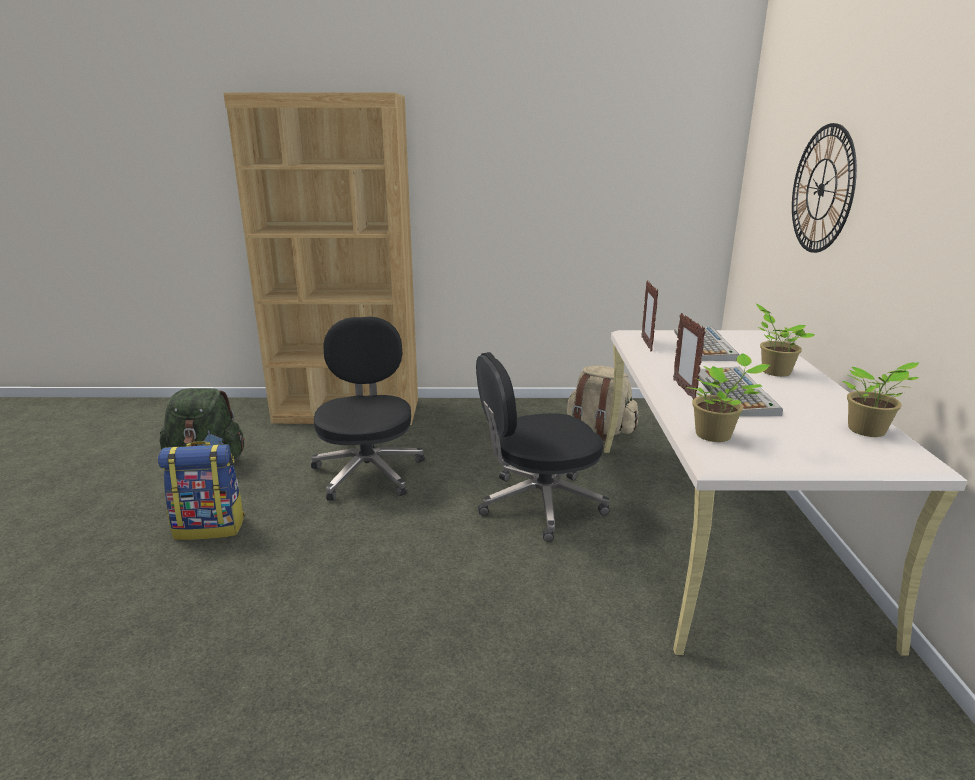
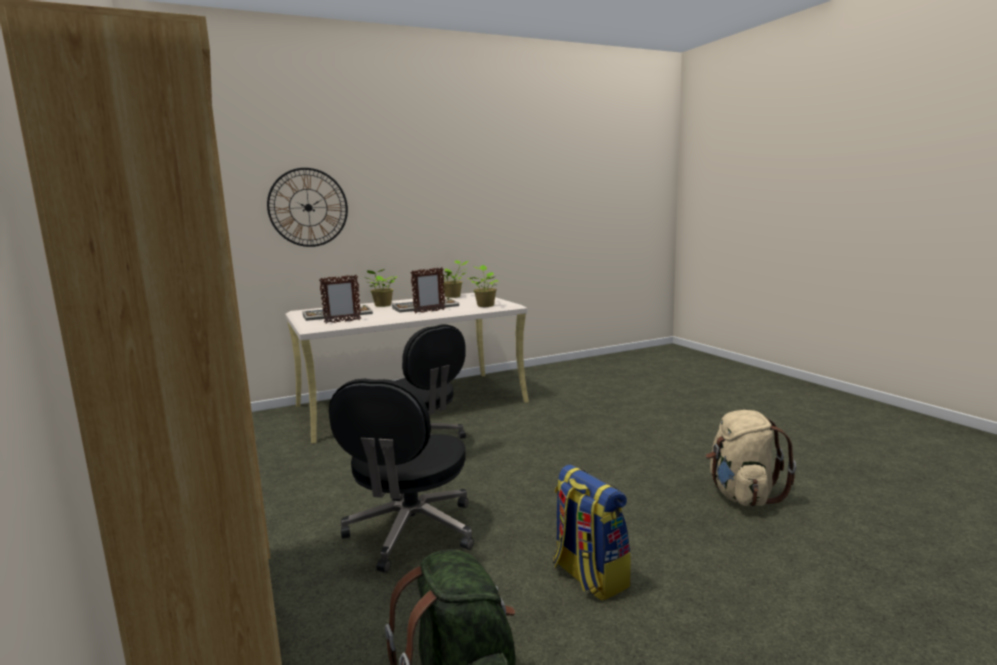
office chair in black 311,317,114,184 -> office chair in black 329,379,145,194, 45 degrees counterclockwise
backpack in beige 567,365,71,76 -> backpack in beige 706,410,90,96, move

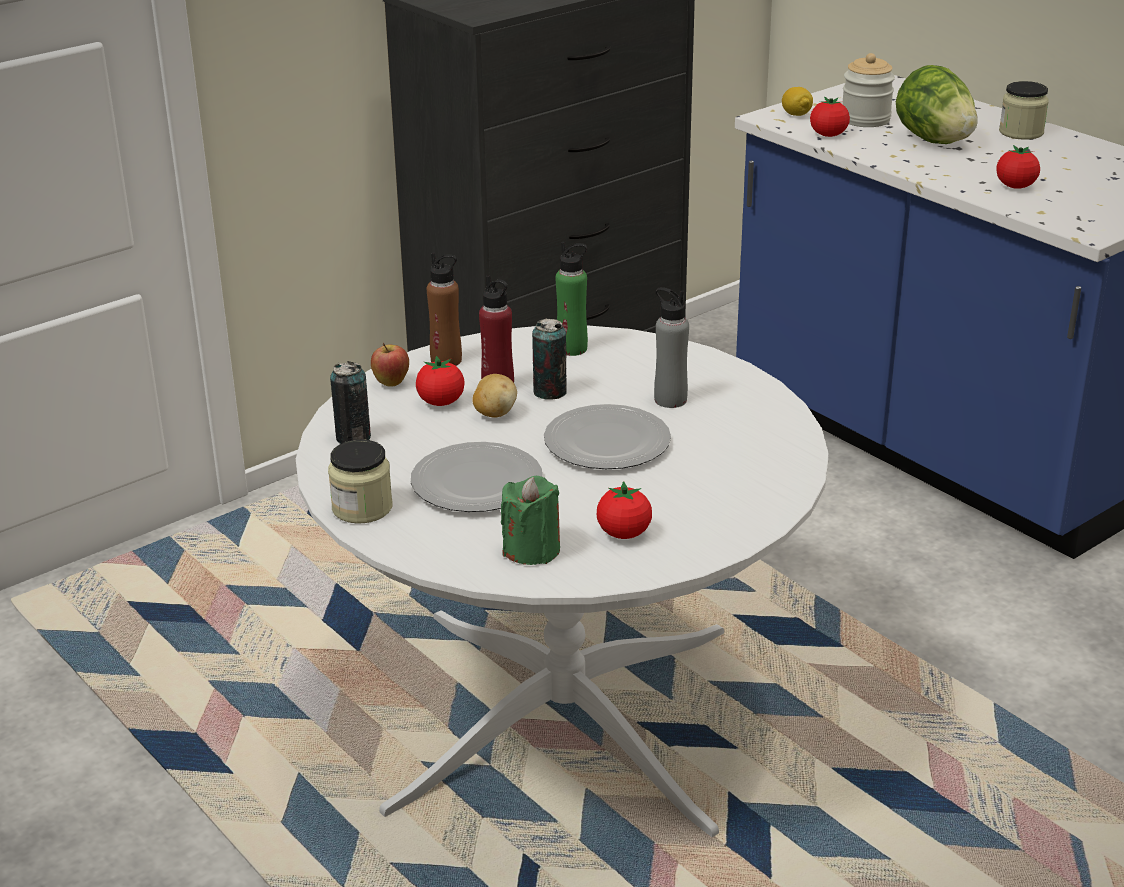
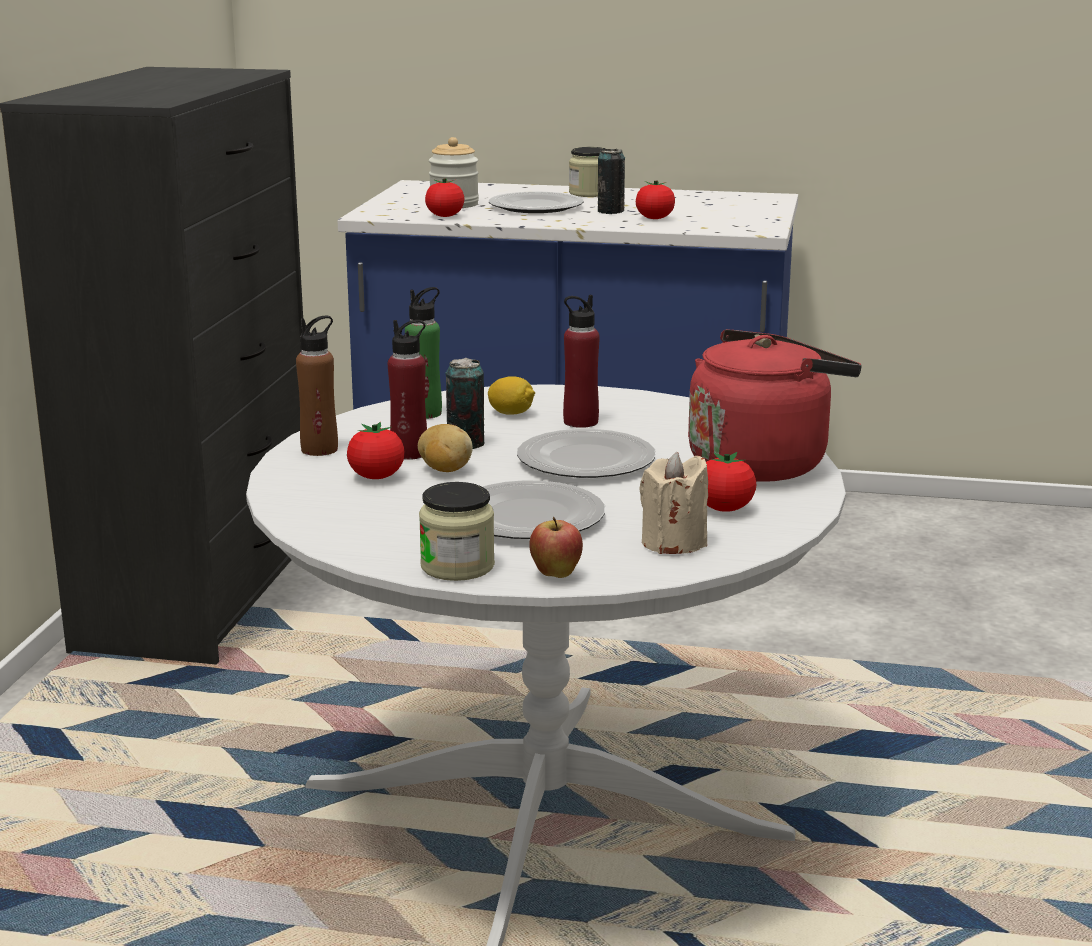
can 330,361,41,83 -> can 598,149,27,65, move
apple 371,343,38,44 -> apple 529,517,54,61, move
candle in green 501,476,59,89 -> candle in beige 639,452,69,102
bottle in grey 654,287,35,121 -> bottle in red 563,295,37,133
lemon 782,87,31,29 -> lemon 488,376,47,39, move
lettuce 896,65,82,79 -> plate 489,191,95,22
none -> kettle in red 688,329,174,153

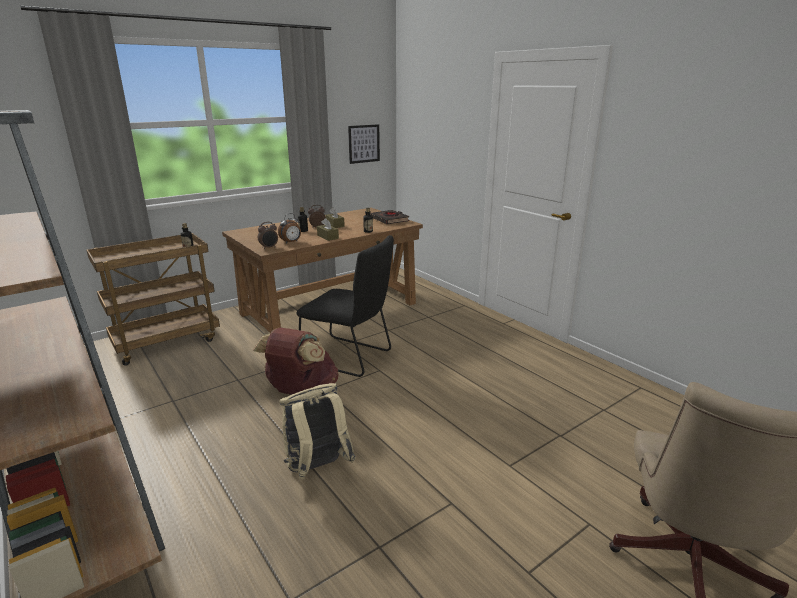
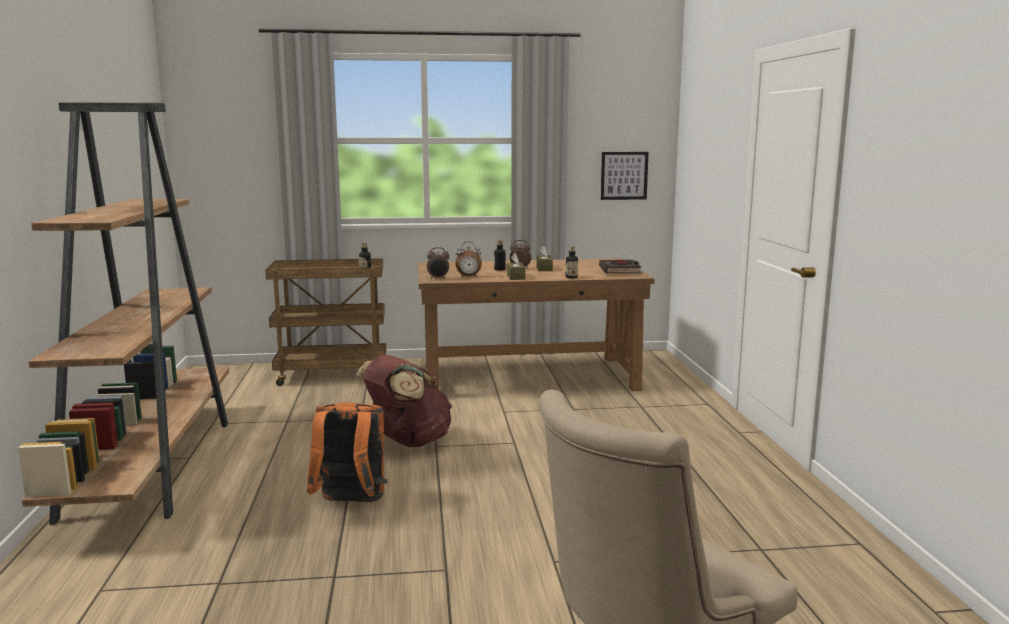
backpack in beige 279,383,77,96 -> backpack in orange 307,402,80,100
chair in black 297,235,97,142 -> none

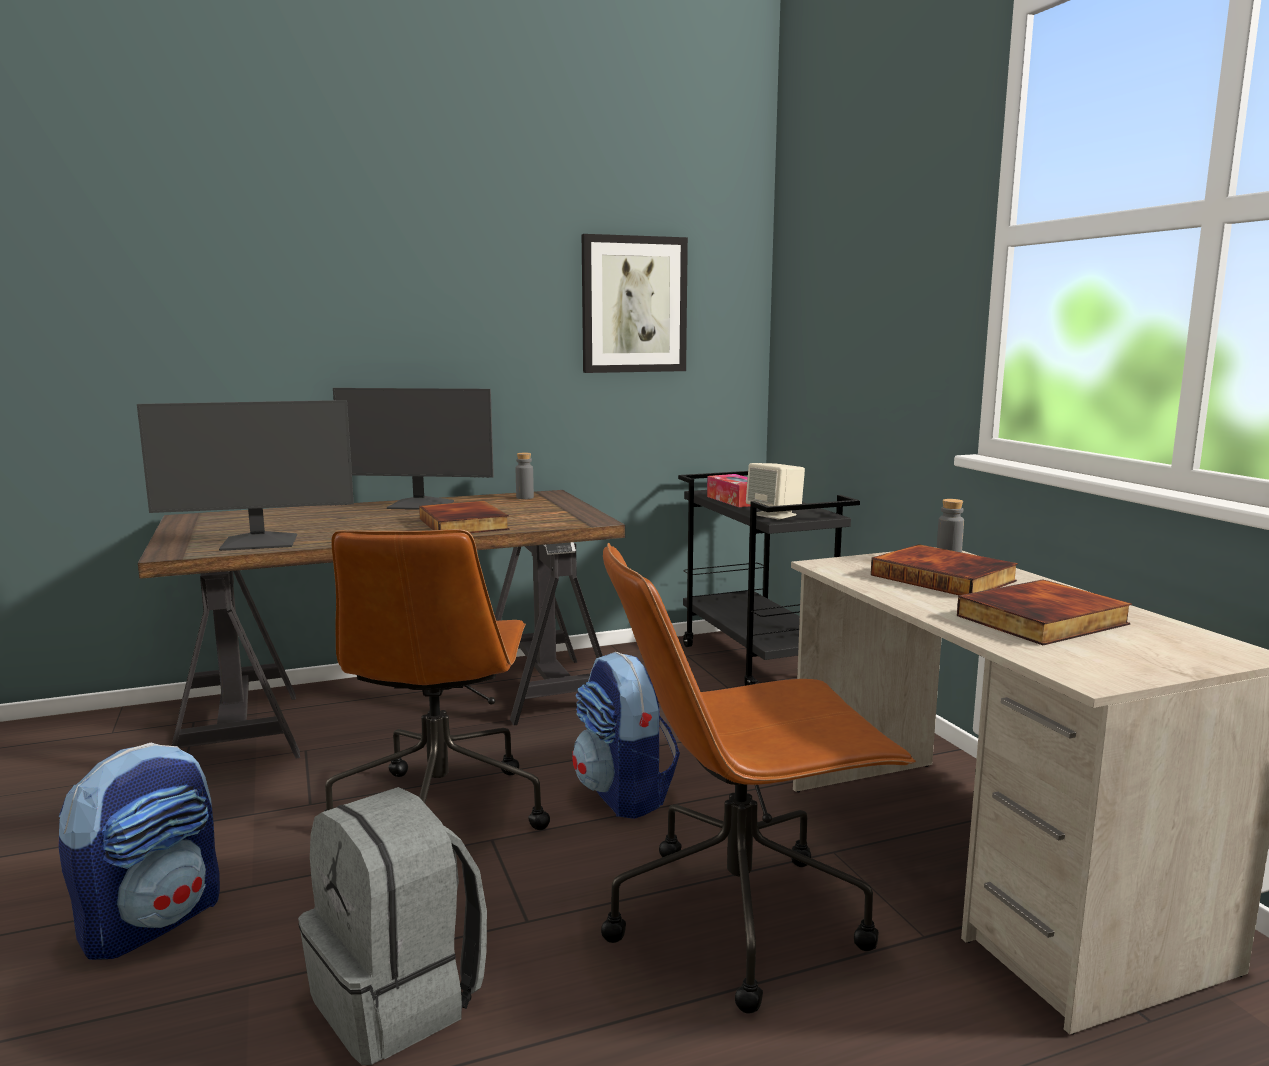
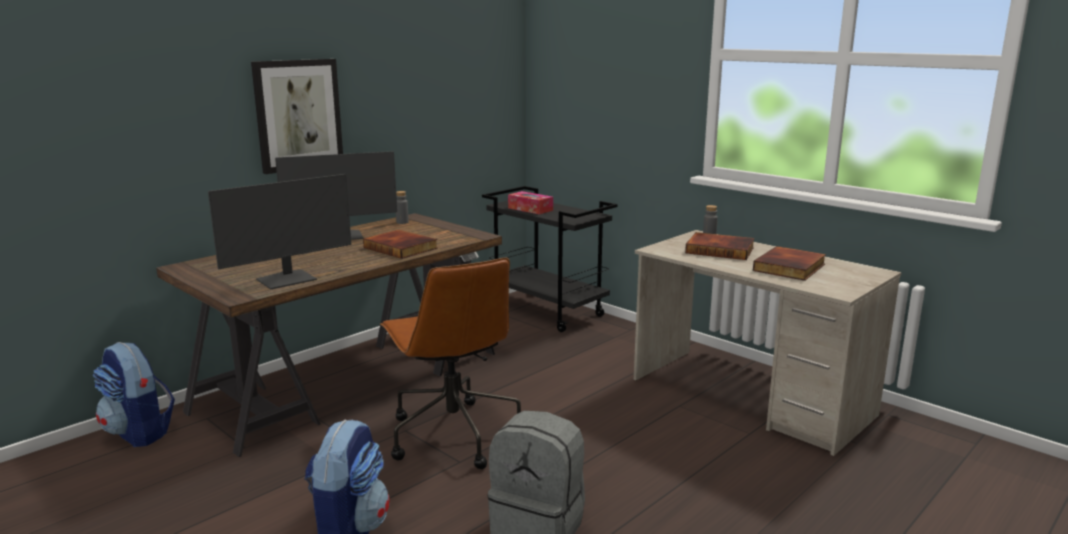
backpack 572,652,108,167 -> backpack 93,342,82,105, move
picture 582,234,106,139 -> picture 251,59,92,115, move
office chair in brown 601,543,315,471 -> none
speaker in beige 746,463,59,57 -> none

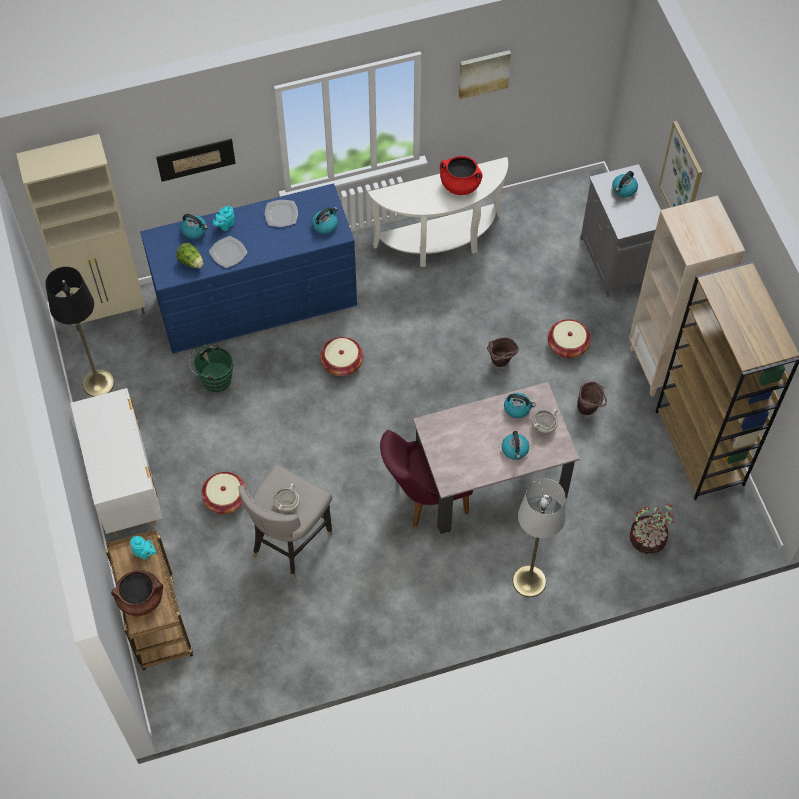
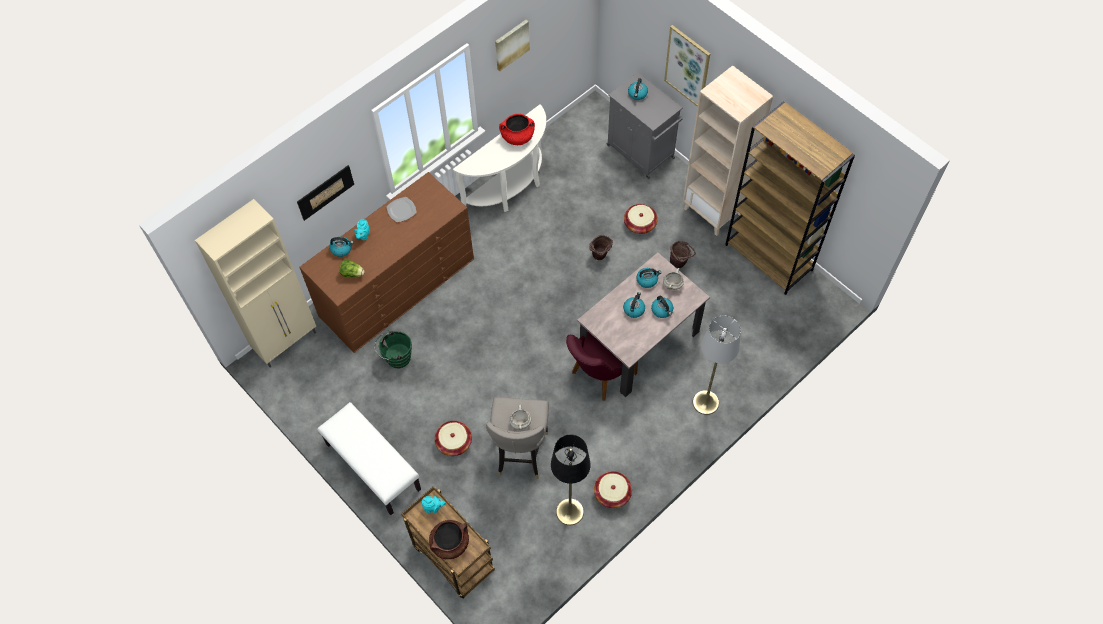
floor lamp in black 45,267,69,130 -> floor lamp in black 551,435,40,90, move
dresser in white 70,388,93,147 -> bench in white 317,402,104,113
dresser in blue 140,183,217,171 -> dresser in brown 299,172,175,181
plate 209,236,39,32 -> none
kettle 312,207,26,27 -> kettle 623,292,22,26, move
basket 320,337,43,39 -> basket 594,471,38,37, move
potted plant 630,503,44,51 -> none

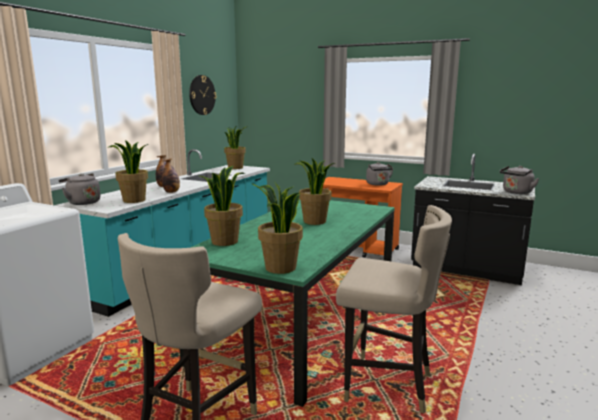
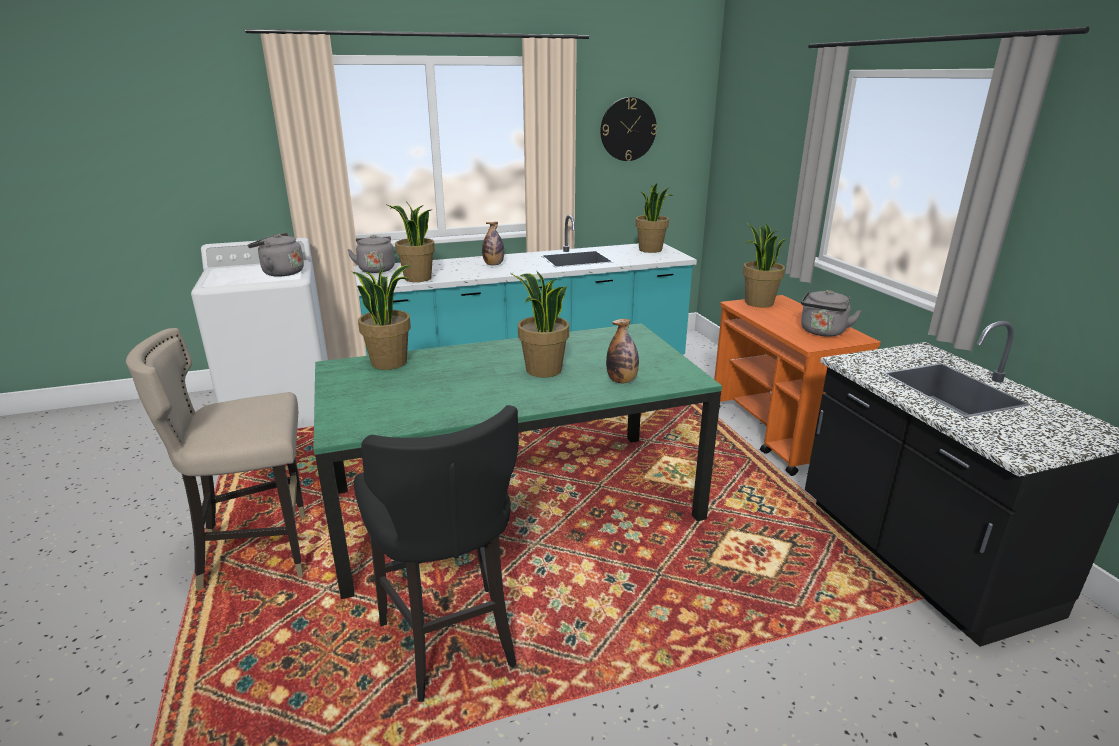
bottle 162,158,18,35 -> bottle 606,319,33,64, move
potted plant 251,181,52,93 -> potted plant 743,223,44,85, move
stool in beige 336,205,116,209 -> stool in black 354,405,165,297
kettle in grey 500,166,39,28 -> kettle in grey 248,233,56,44, move

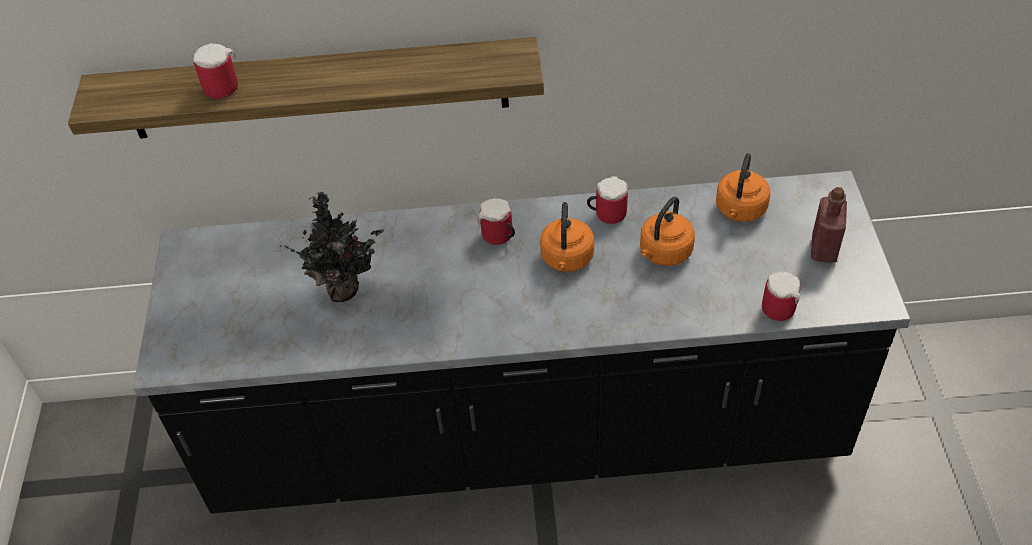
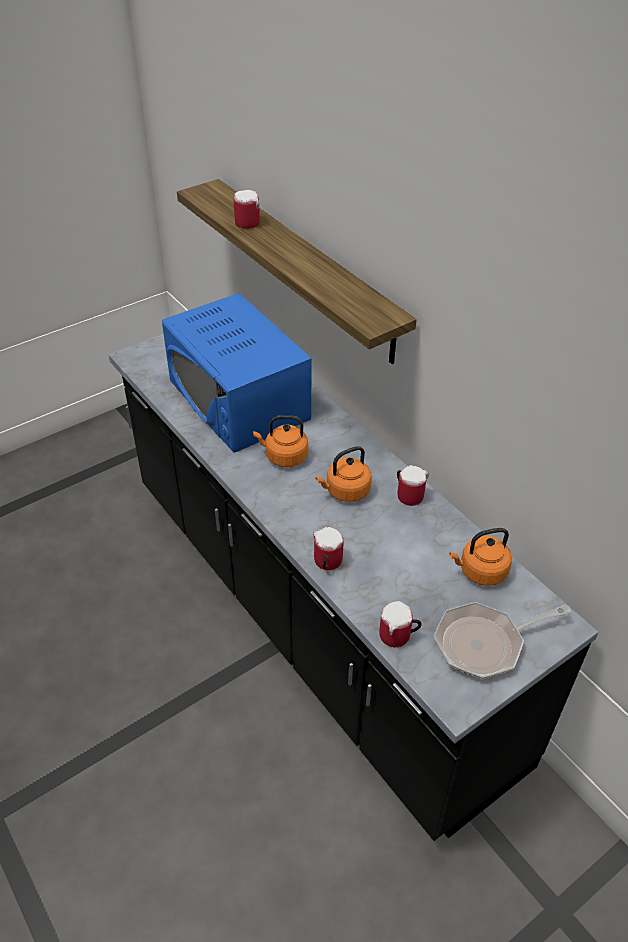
potted plant 280,192,104,110 -> microwave in blue 162,293,150,160
mug 477,198,38,47 -> mug 313,527,30,43, move
kettle in orange 640,196,55,70 -> kettle in orange 253,415,55,52, move
bottle in red 811,187,36,76 -> frying pan 434,602,137,77

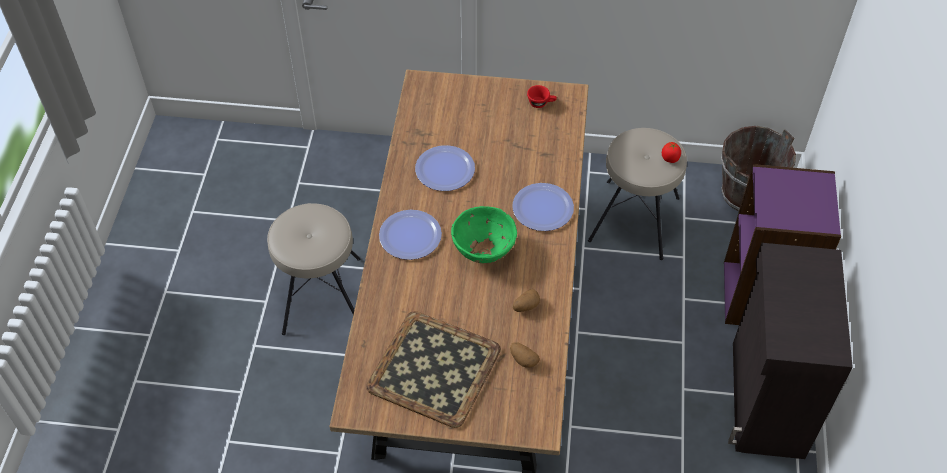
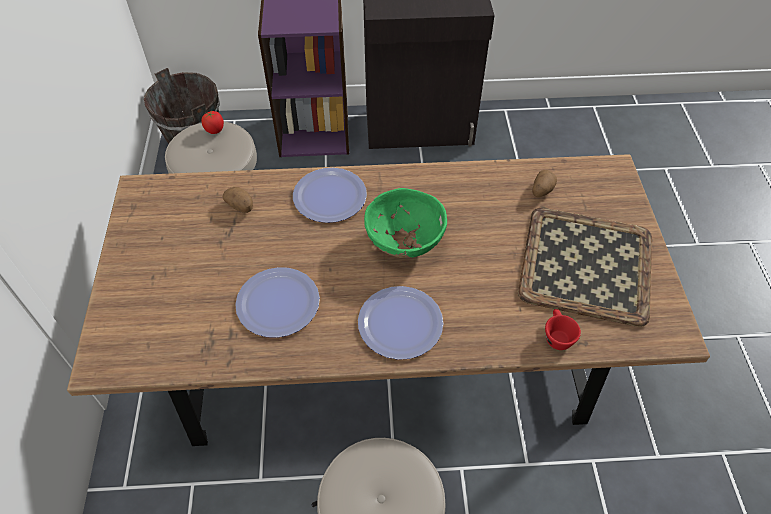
potato 513,289,27,23 -> potato 223,187,30,26, move
cup in red 527,85,30,23 -> cup in red 545,309,36,41, move

